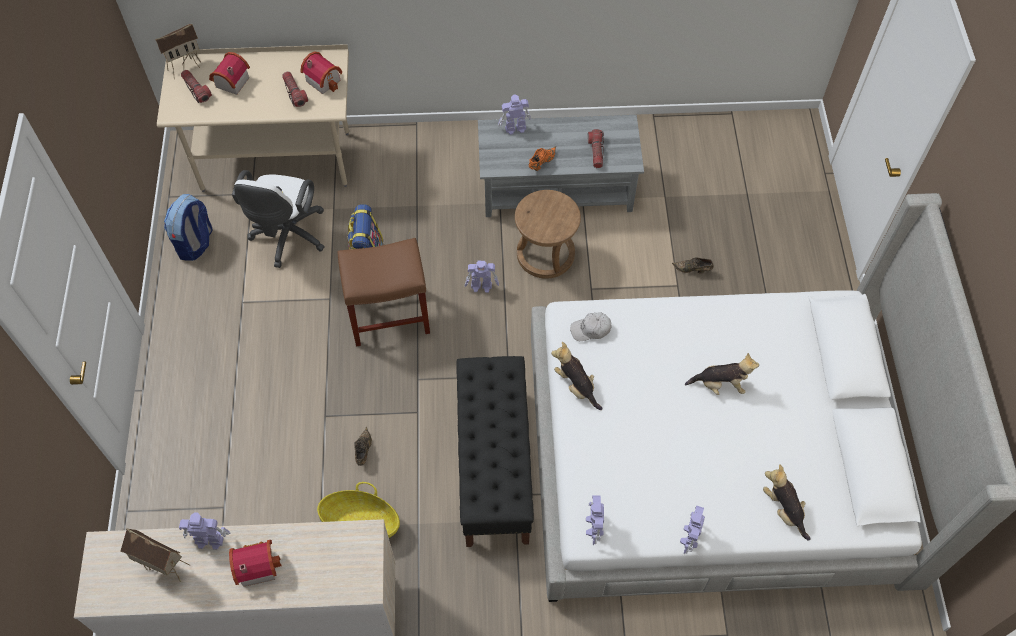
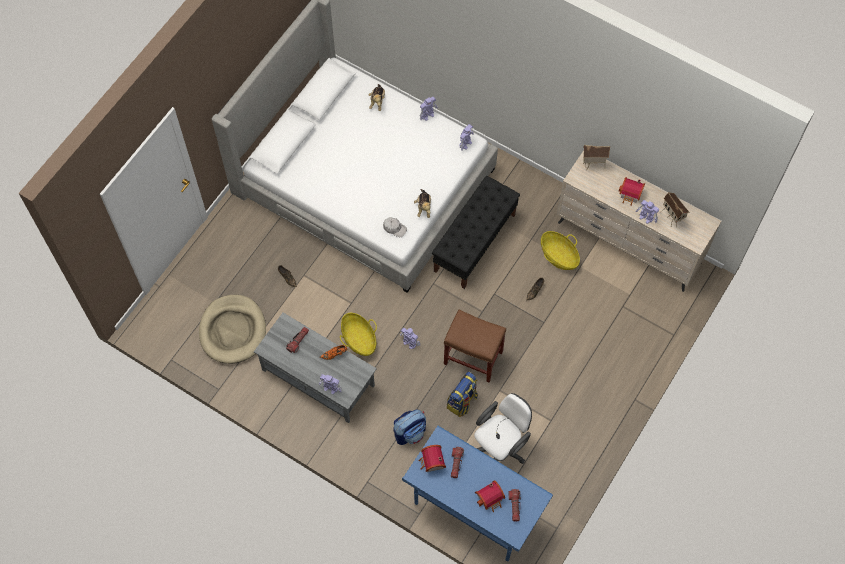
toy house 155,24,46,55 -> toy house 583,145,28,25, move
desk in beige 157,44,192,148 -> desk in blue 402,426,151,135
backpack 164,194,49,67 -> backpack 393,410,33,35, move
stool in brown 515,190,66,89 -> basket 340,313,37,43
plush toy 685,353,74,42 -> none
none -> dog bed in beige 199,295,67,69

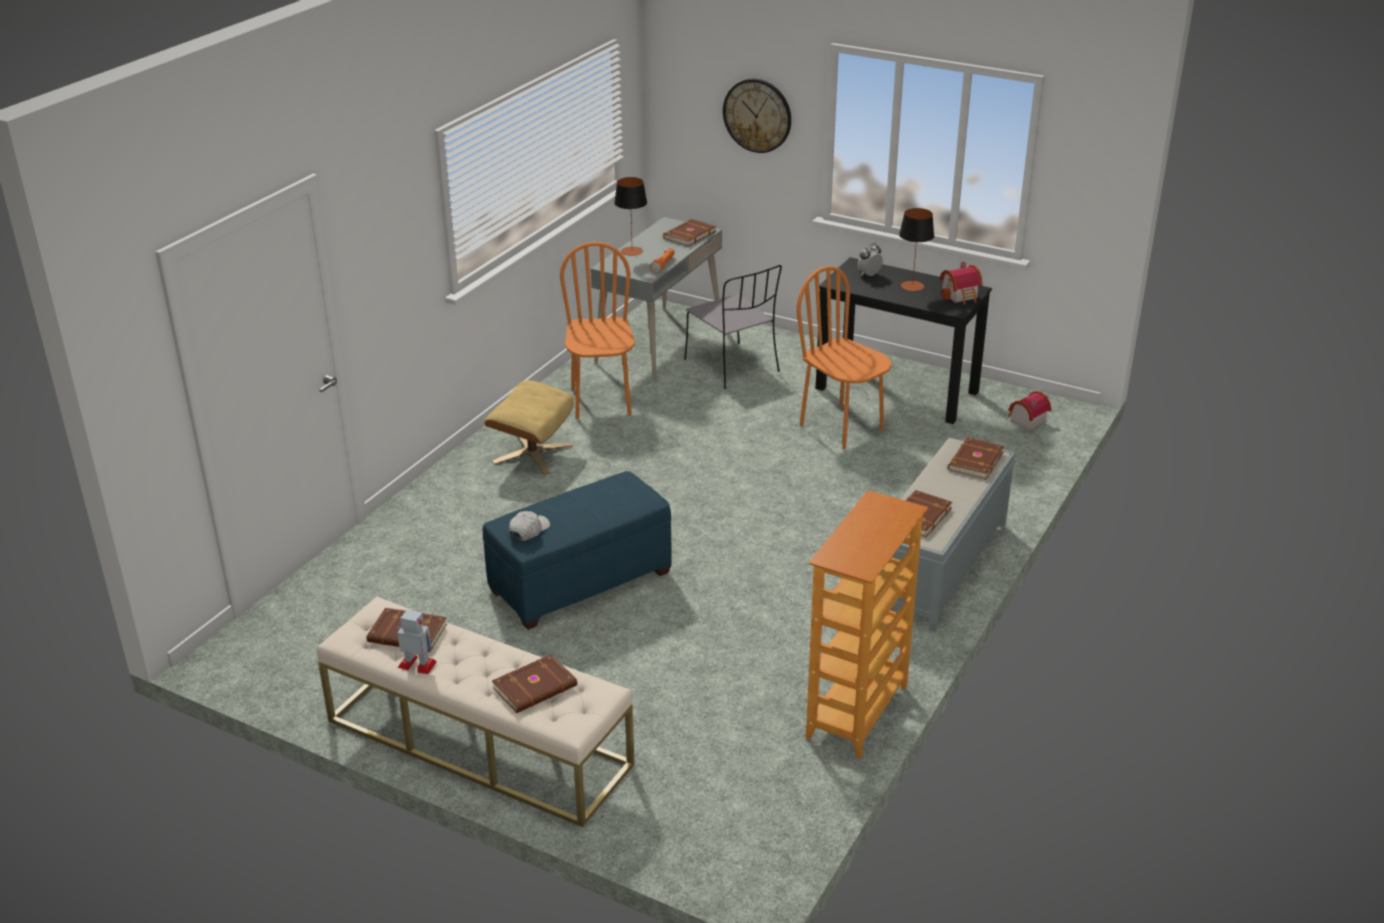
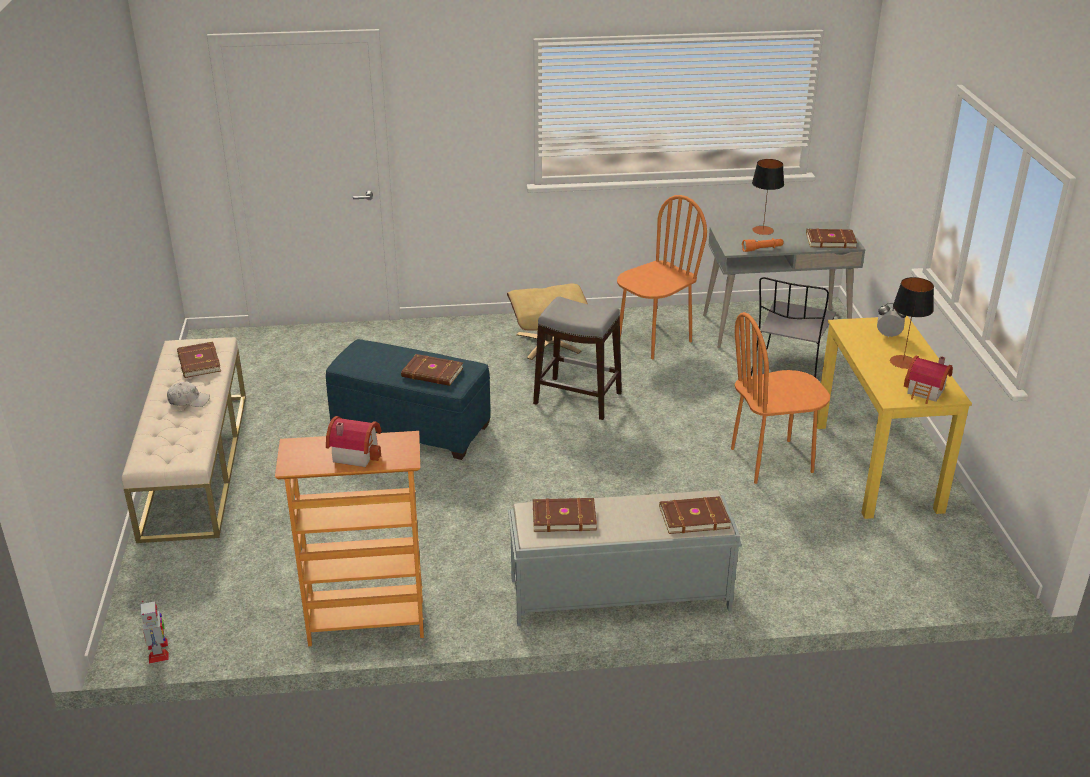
toy robot 396,609,41,65 -> toy robot 141,601,28,63, move
book in brown 492,654,85,59 -> book in brown 401,354,62,32, move
cap in white 509,511,41,30 -> cap in white 167,381,43,26, move
wall clock 723,79,68,74 -> none
chair in orange 796,266,95,183 -> chair in orange 731,312,99,172, 120 degrees counterclockwise
desk in black 816,257,176,167 -> desk in yellow 817,316,155,203
toy house 1008,391,43,40 -> toy house 326,416,56,51, move
none -> stool in grey 533,297,89,123

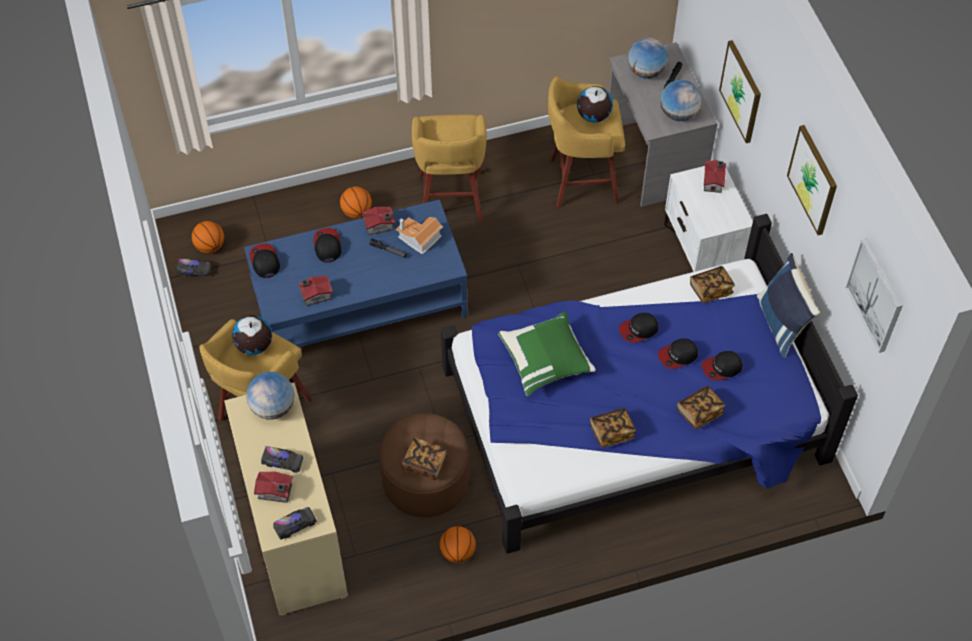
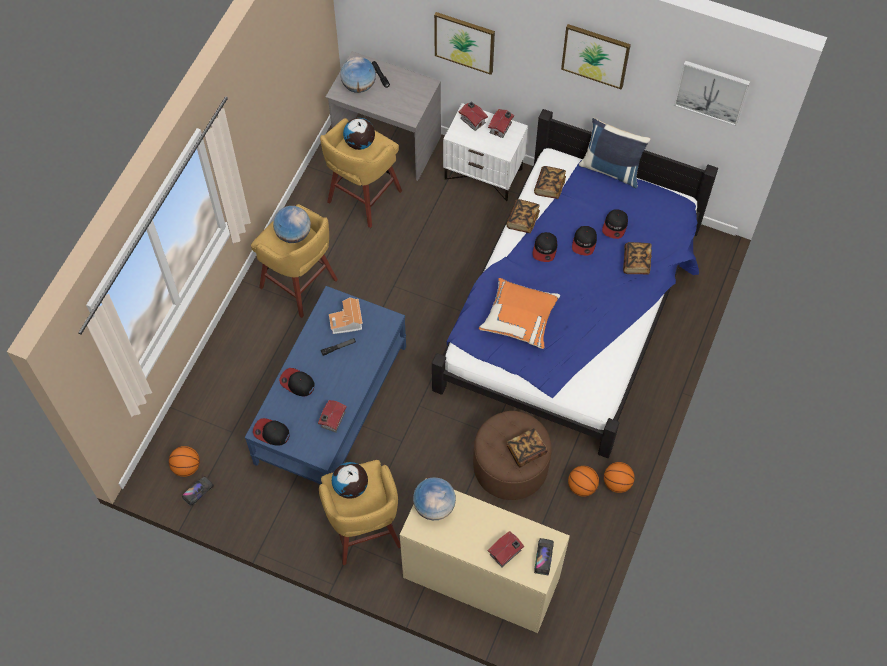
toy truck 261,446,42,27 -> none
basketball 340,187,32,31 -> basketball 604,462,31,31, move
toy house 362,207,33,28 -> toy house 488,109,26,29, move
pillow in green 498,311,98,85 -> pillow in orange 479,278,81,71
book 590,408,46,40 -> book 506,199,34,34, move
globe 660,80,41,41 -> globe 273,206,38,37, move

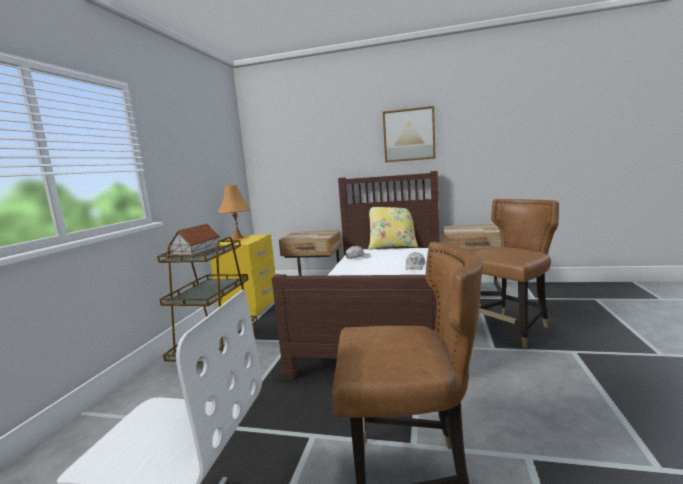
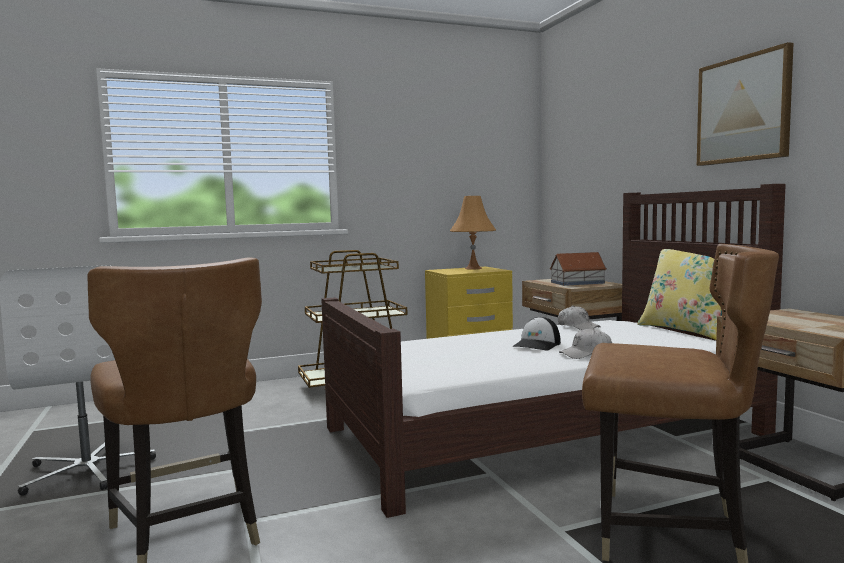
toy house 169,224,51,34 -> toy house 550,252,57,34, move
none -> cap 512,317,49,33

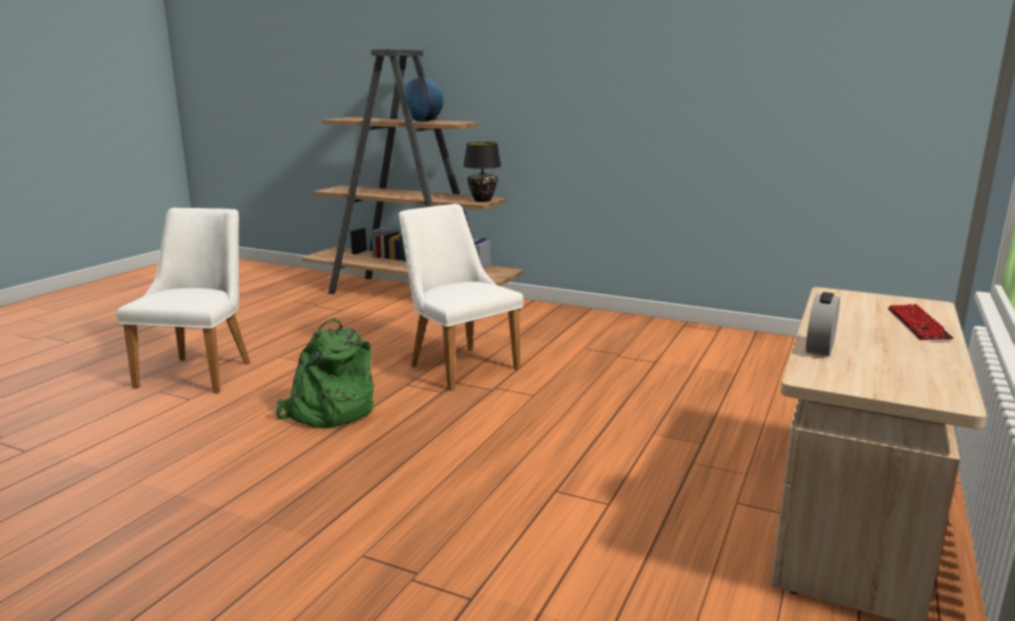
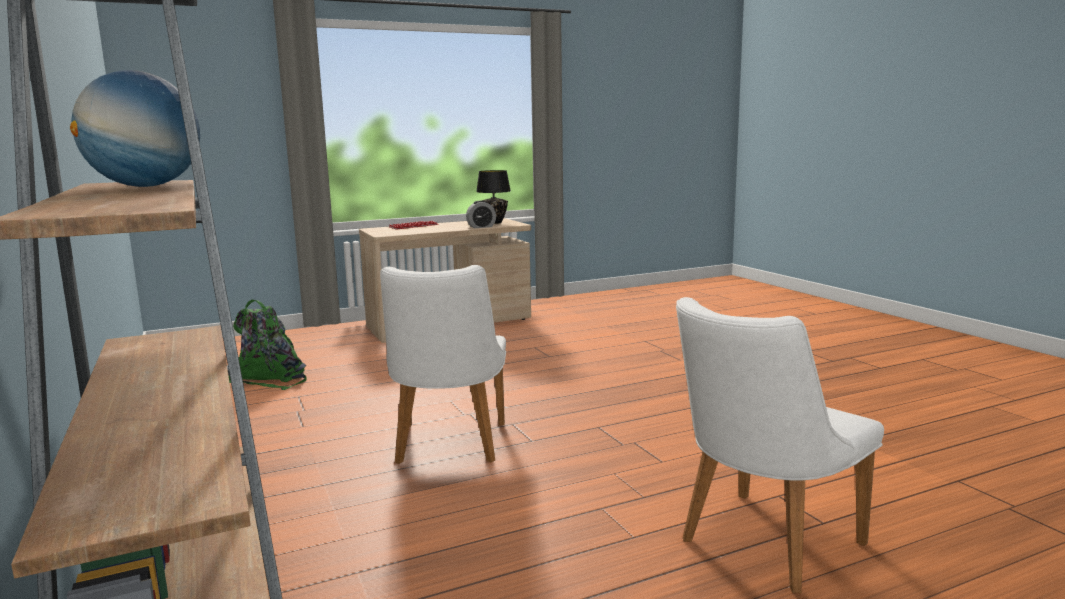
backpack in green 276,318,98,110 -> backpack in green 229,300,78,90, move
table lamp in black 463,142,38,60 -> table lamp in black 476,170,35,54, move

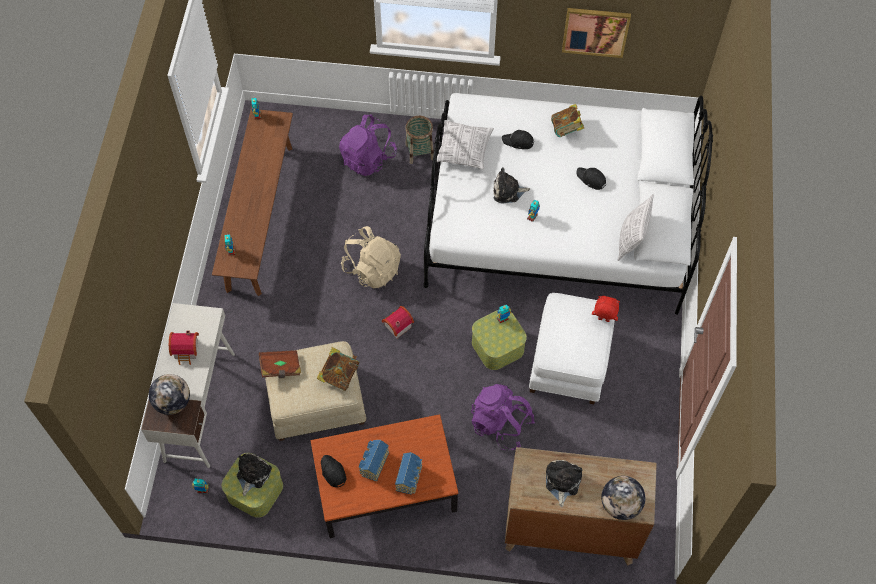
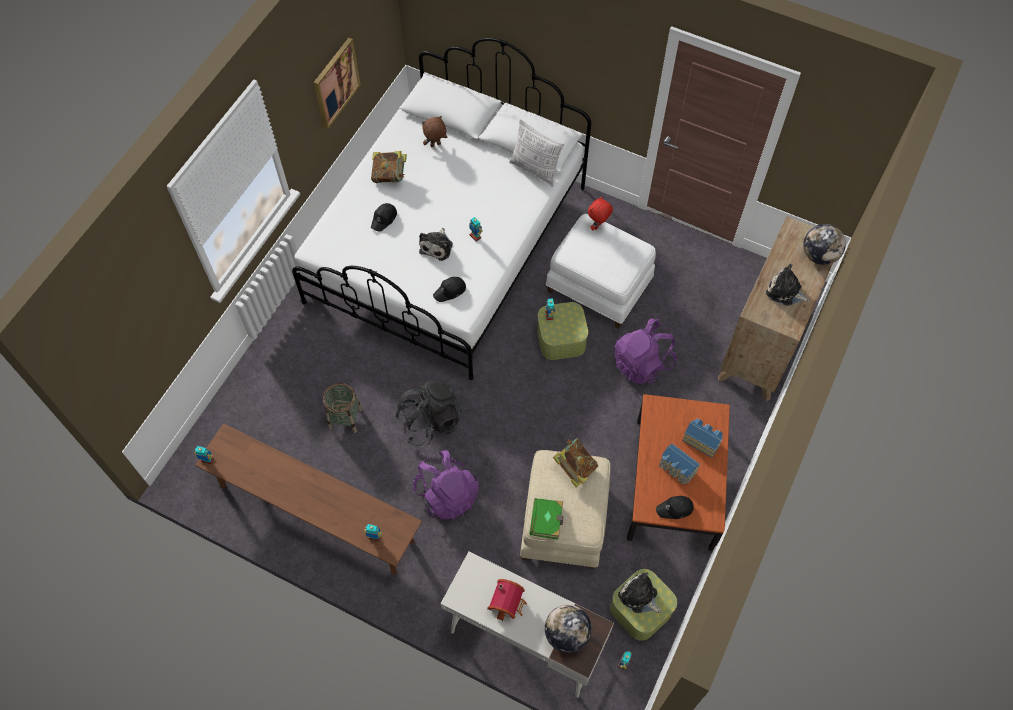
book in brown 259,350,42,28 -> book in green 529,498,34,42
backpack in purple 339,114,58,62 -> backpack in purple 413,450,66,70, move
backpack in beige 341,226,60,62 -> backpack in black 395,380,66,67
toy house 382,306,32,32 -> none
basket 405,116,29,48 -> basket 323,383,39,50, move
pillow 437,120,57,49 -> none
cap in black 577,167,29,23 -> cap in black 433,277,33,25, move
none -> plush toy in brown 422,116,25,31

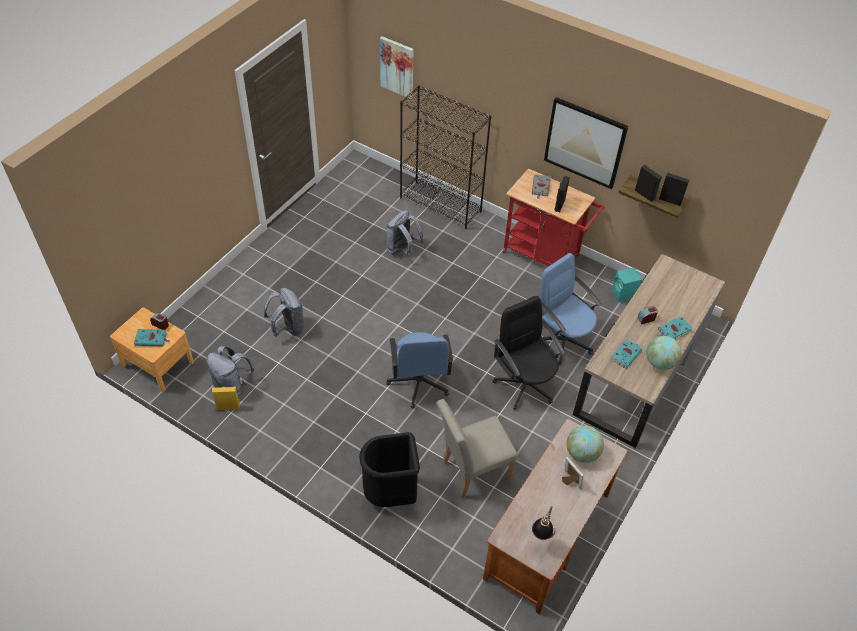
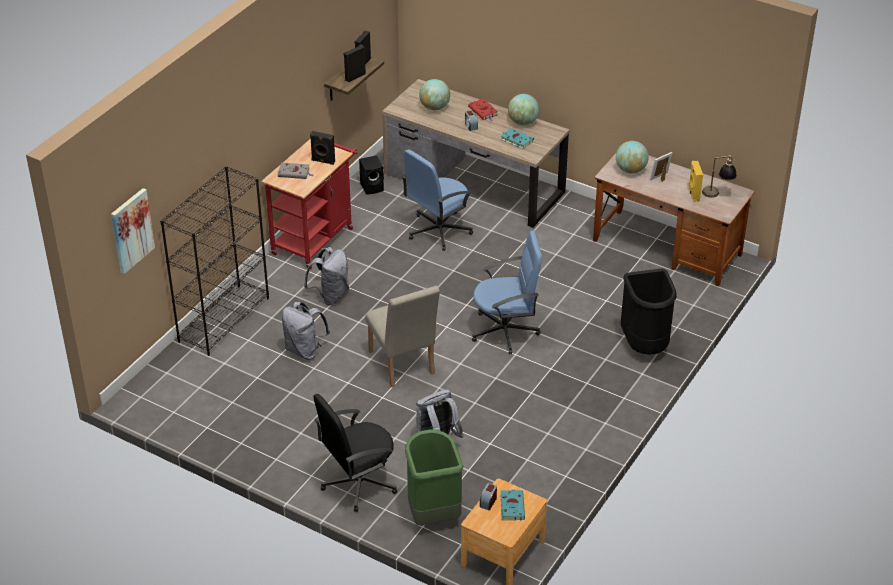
backpack in grey 207,346,47,50 -> backpack in grey 304,247,45,58, move
speaker in yellow 212,386,28,24 -> speaker in yellow 689,161,14,41, move
chair in beige 437,399,81,100 -> chair in beige 365,286,75,101, move
office chair in black 493,296,72,114 -> office chair in black 314,394,83,118, move
picture 544,97,84,92 -> none
speaker in turquoise 612,268,30,34 -> speaker in black 359,155,25,40
book in turquoise 658,316,35,23 -> book in red 468,99,30,22
none -> trash can in green 405,429,59,96
none -> globe 419,79,31,31

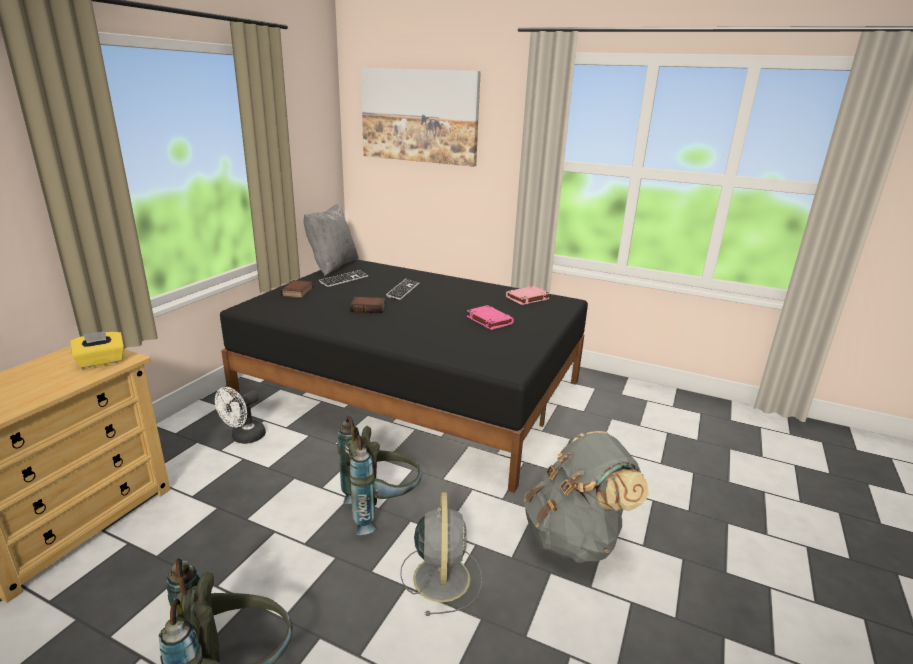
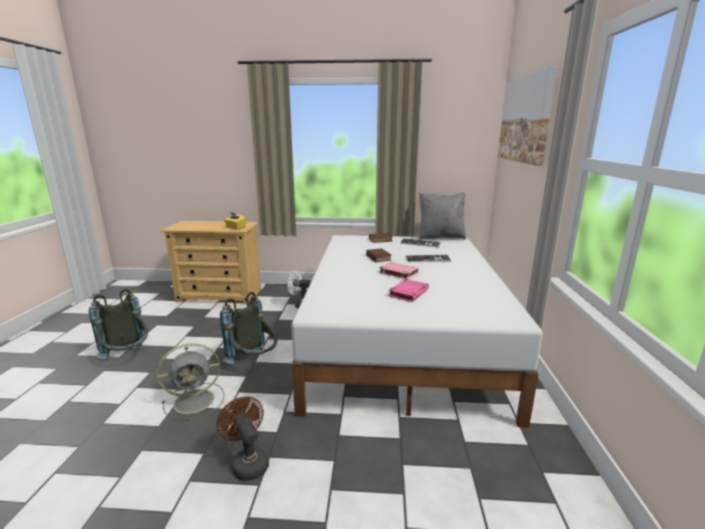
bed in black 220,260,368,233 -> bed in white 292,235,251,193
book in pink 506,286,44,19 -> book in pink 379,262,40,17, move
backpack in grey 523,431,126,132 -> fan in brown 217,396,52,85

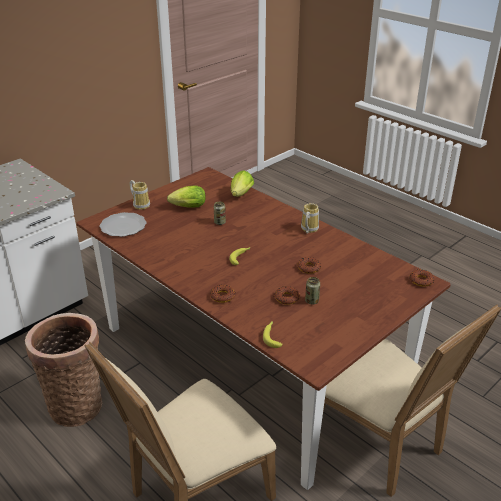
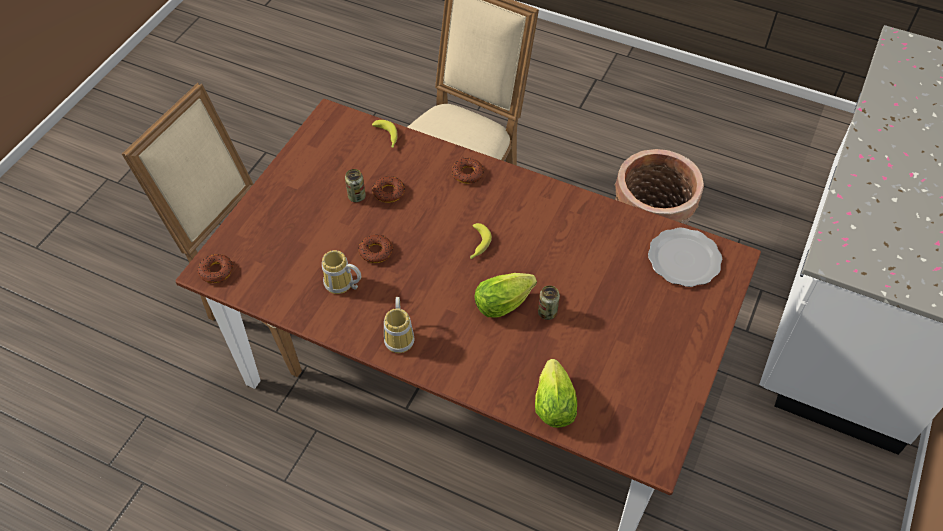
mug 129,180,21,30 -> mug 322,250,40,44, move
lettuce 167,186,39,22 -> lettuce 474,273,63,45, move

